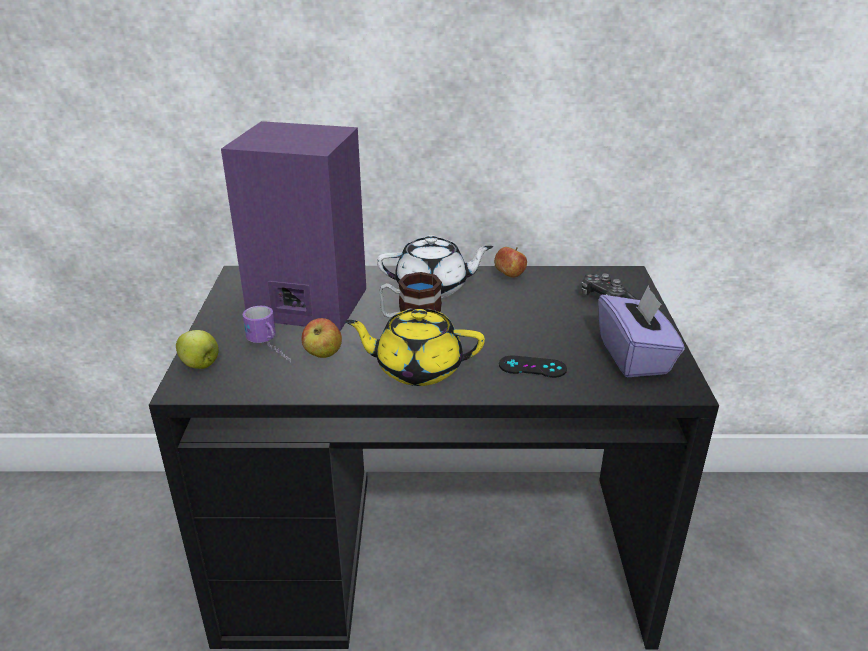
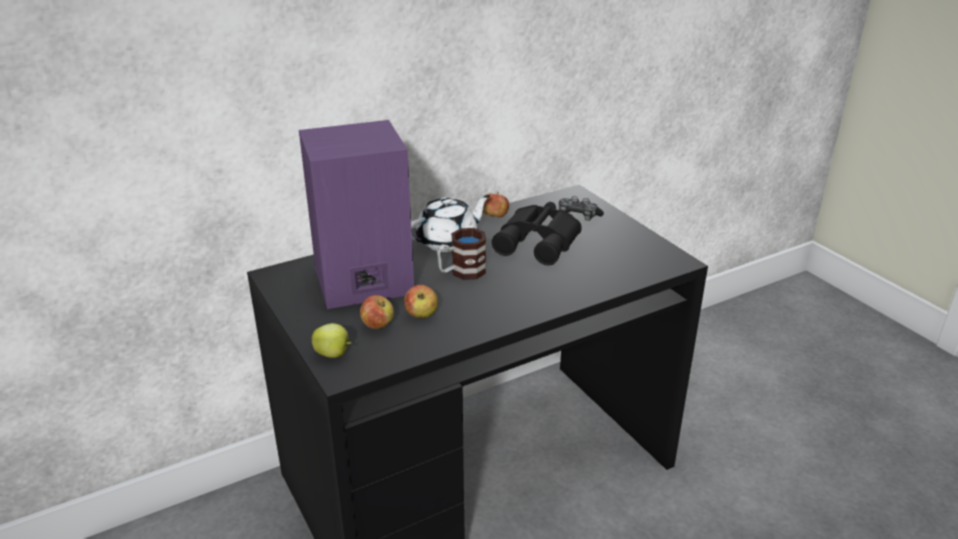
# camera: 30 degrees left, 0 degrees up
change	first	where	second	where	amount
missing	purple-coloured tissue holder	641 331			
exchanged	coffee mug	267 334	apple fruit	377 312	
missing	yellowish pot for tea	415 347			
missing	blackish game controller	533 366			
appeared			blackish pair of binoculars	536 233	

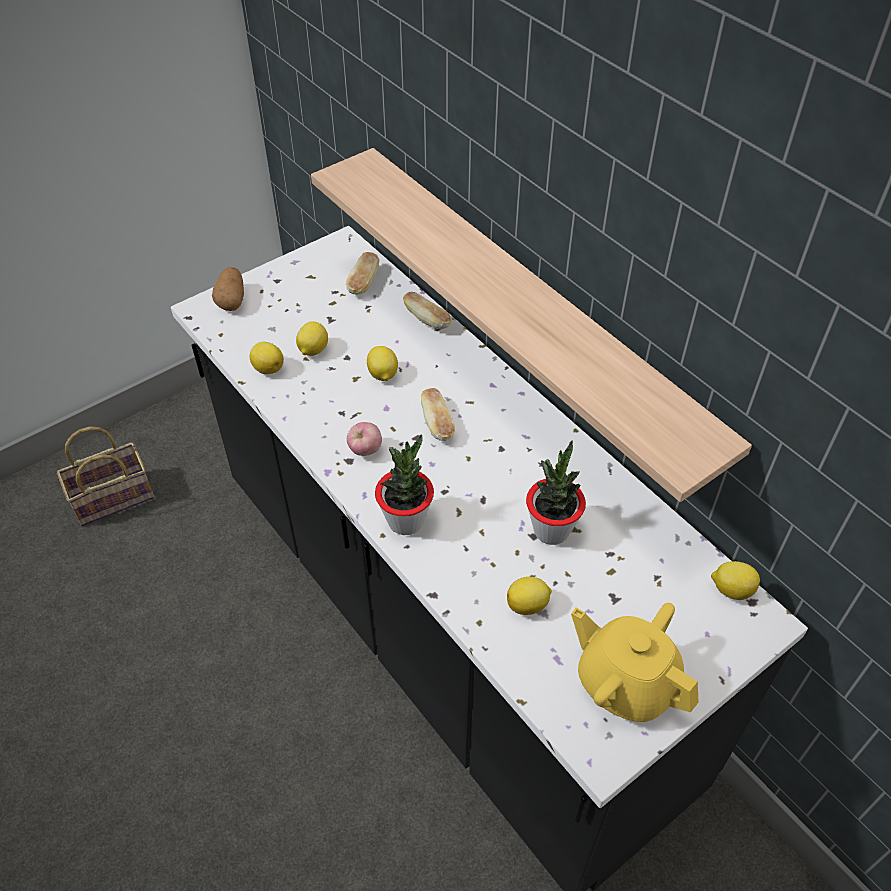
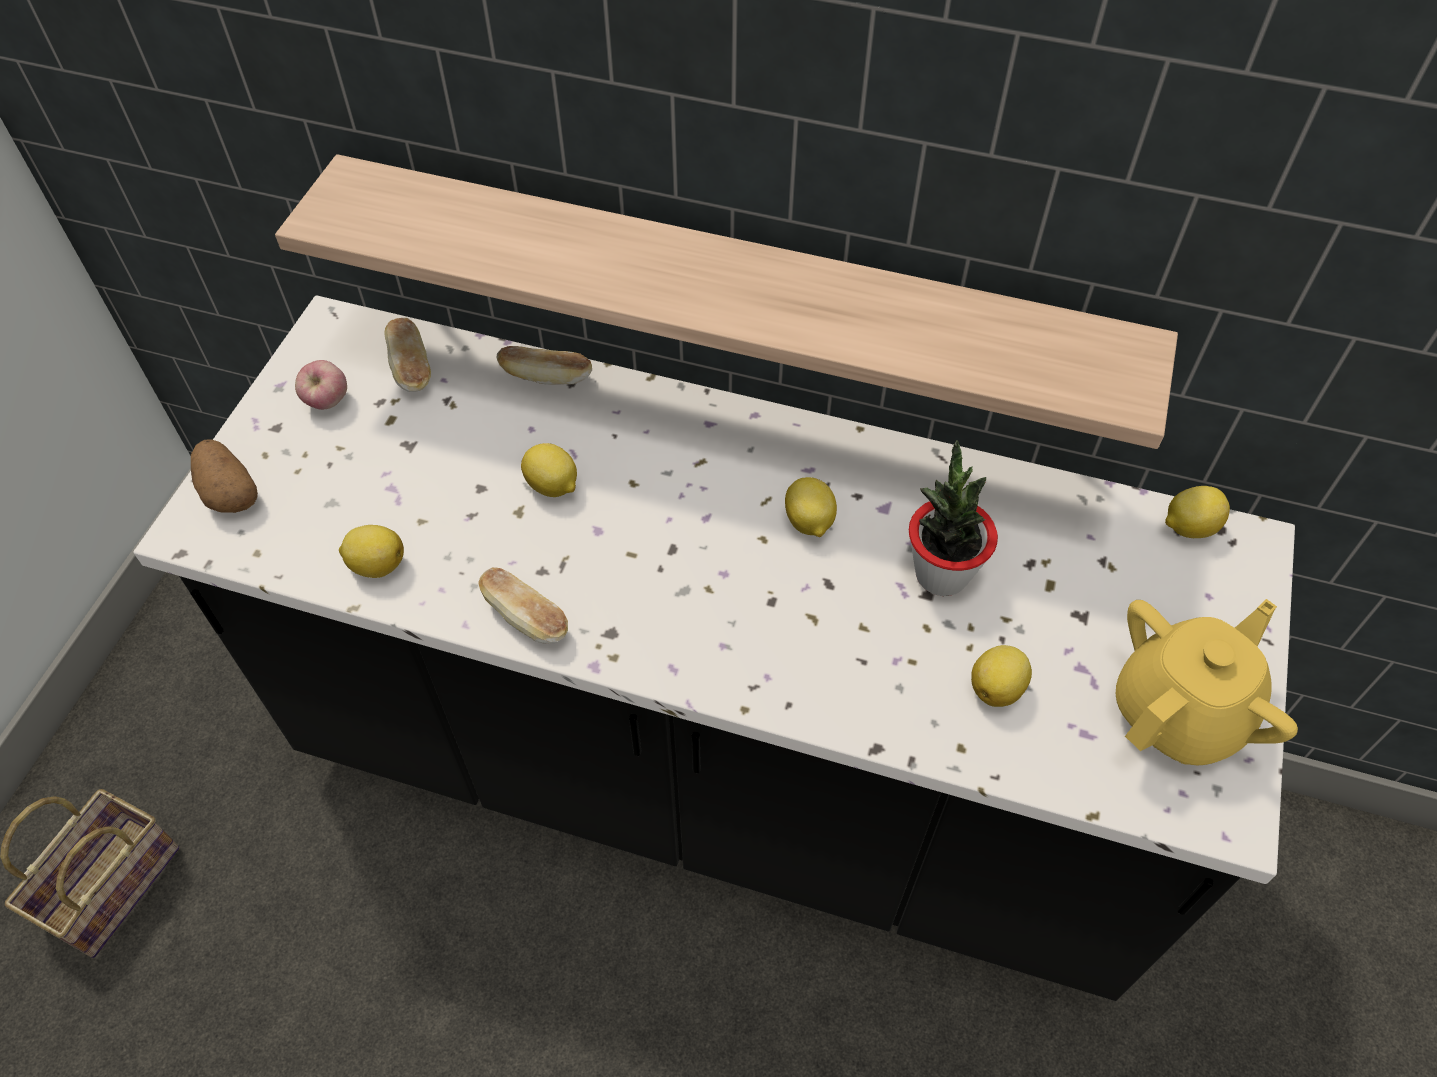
# camera: 35 degrees left, 5 degrees up
change	first	where	second	where	amount
relocated	citrus fruit	312 338		811 507	
relocated	bread	438 414		523 605	
relocated	apple fruit	364 439		321 385	
missing	potted plant	404 484			
spun	yellowish pot for tea	634 662		1207 682	135 degrees clockwise

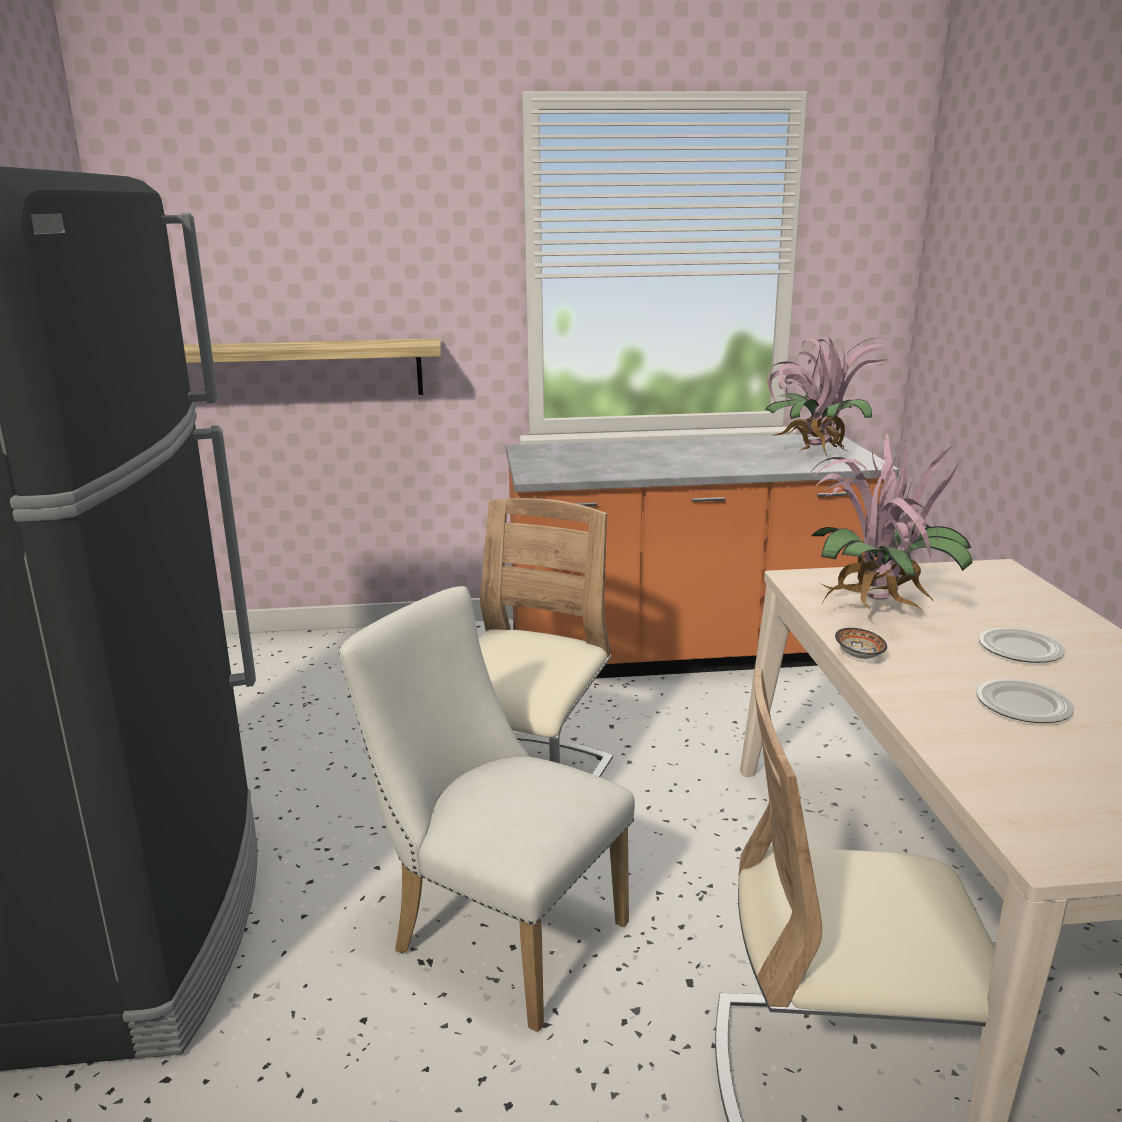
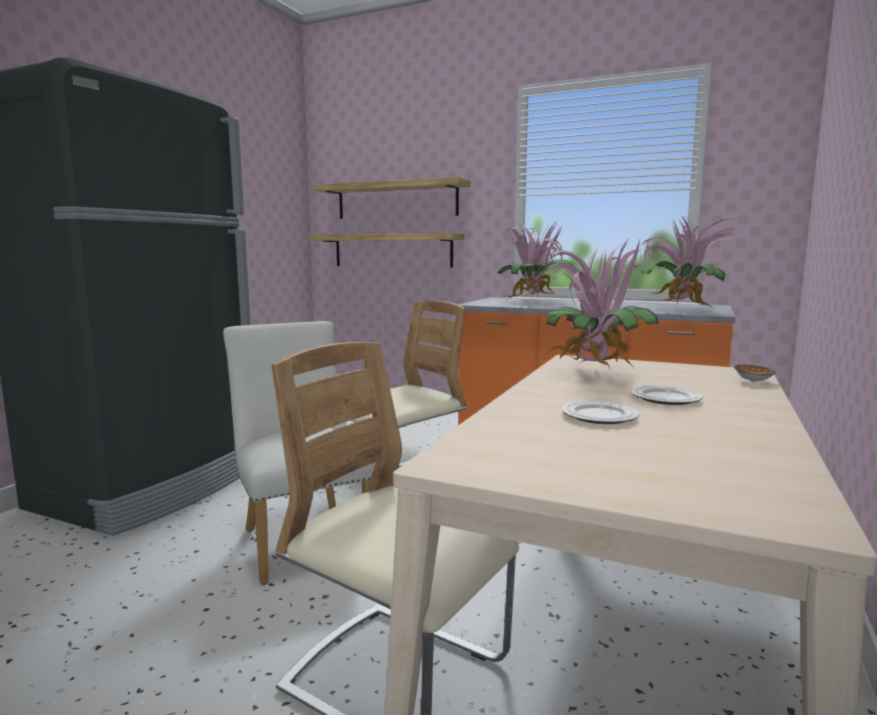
# camera: 30 degrees right, 10 degrees down
change	first	where	second	where	amount
relocated	bowl	861 643		755 373	
appeared			bracket shelf	392 198	
appeared			potted plant	535 261	

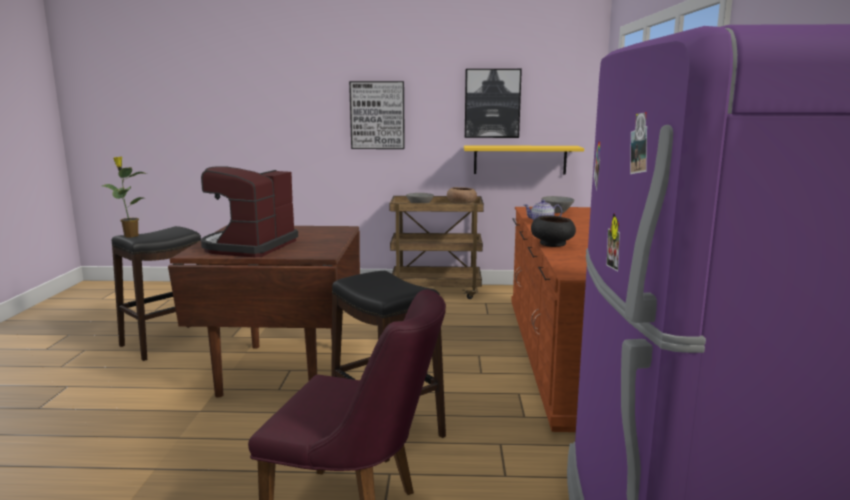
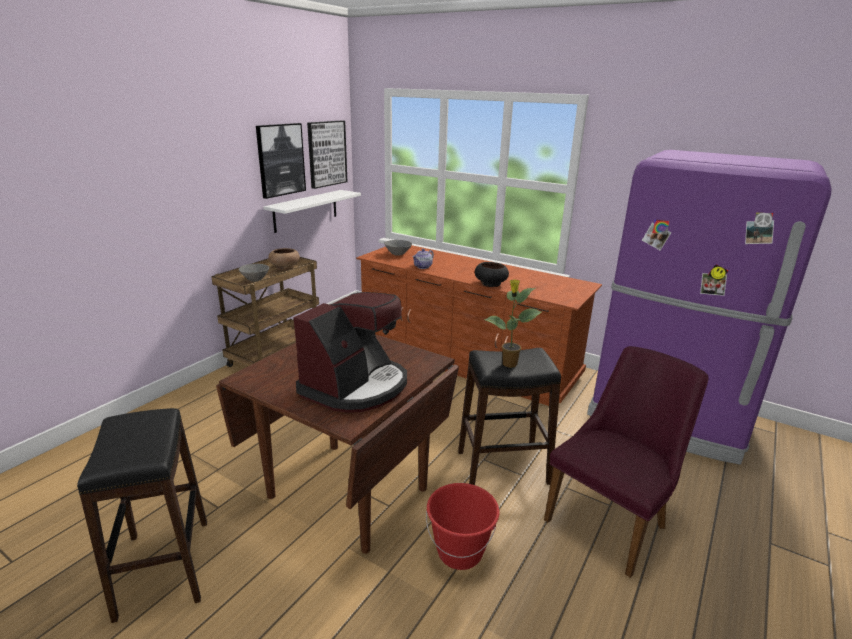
# camera: 60 degrees left, 10 degrees up
change	first	where	second	where	amount
relocated	picture	377 115		327 154	
colour	yellowish bracket shelf	524 159	whitish bracket shelf	312 211	
relocated	potted plant	124 197		513 323	
spun	coffee machine	249 211		350 352	105 degrees counterclockwise
appeared			red pail	462 526	

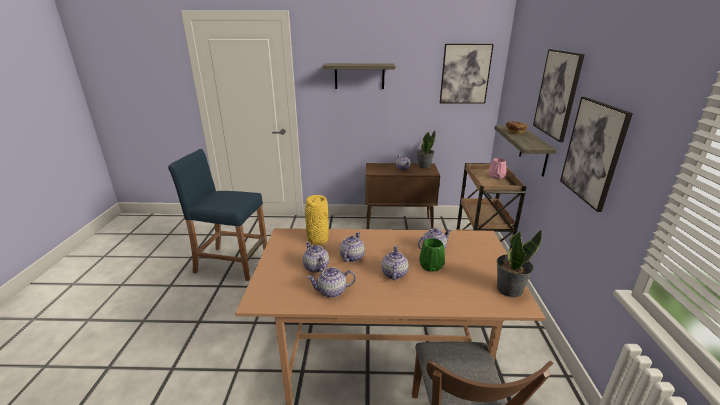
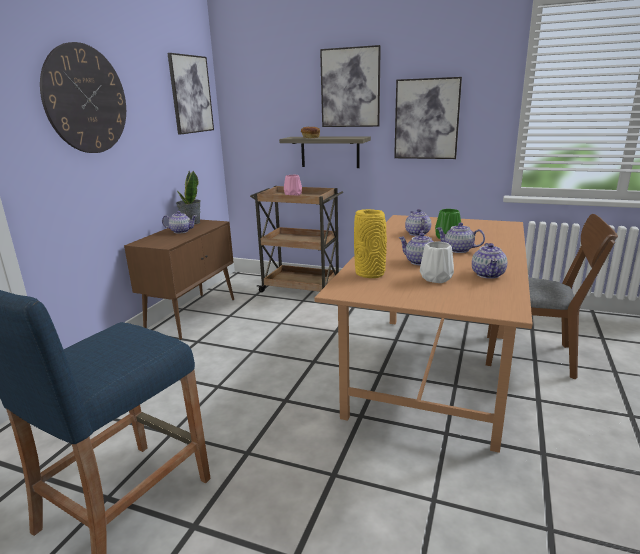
# camera: 70 degrees left, 5 degrees down
change	first	where	second	where	amount
exchanged	bracket shelf	359 76	clock on the wall	83 97	
missing	potted plant	519 263			
exchanged	pot for tea	316 257	whitish flower vase	437 262	

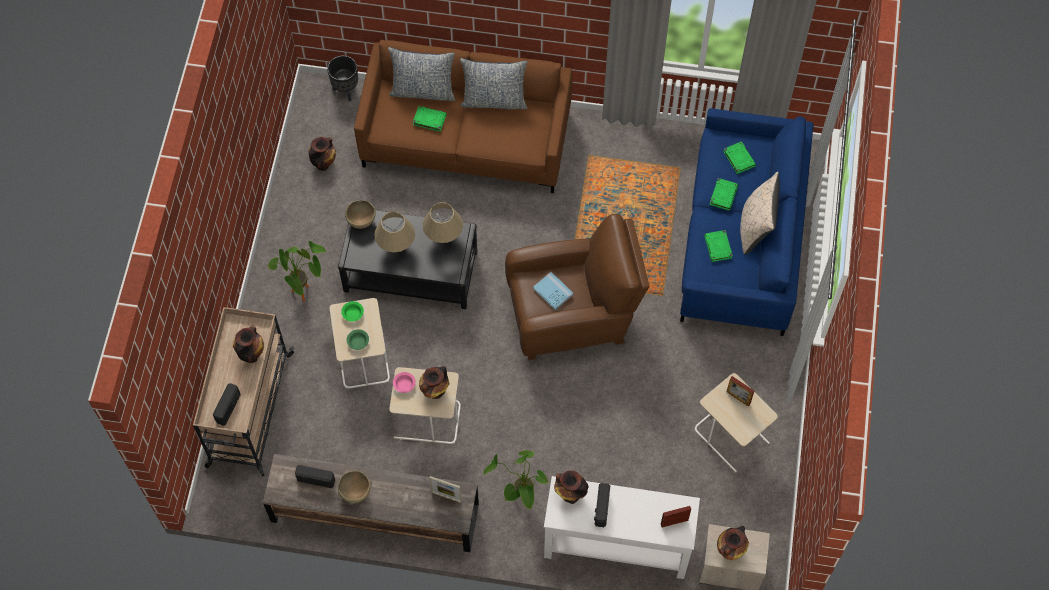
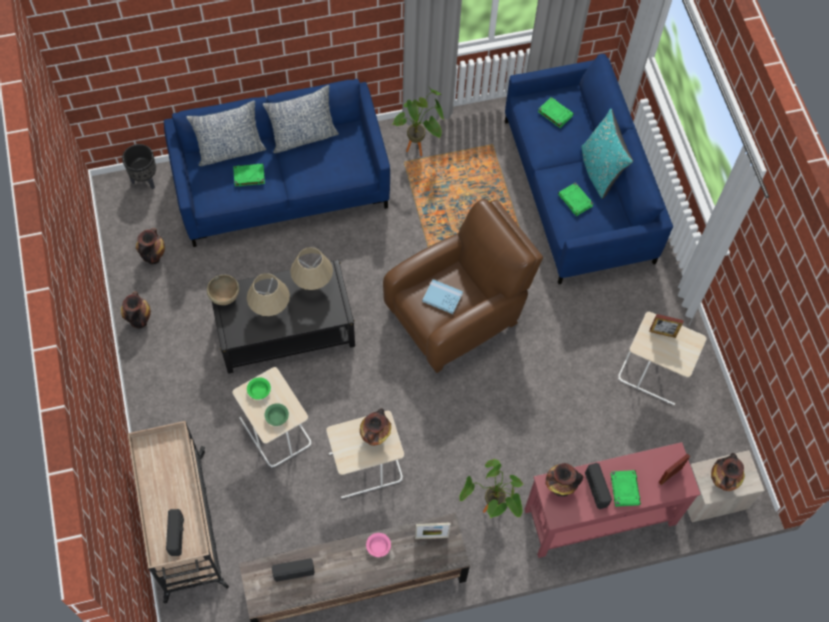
# camera: 25 degrees left, 0 degrees up
change	first	where	second	where	amount
colour	brownish sofa	463 116	bluish sofa	277 163	
colour	sand-coloured pillow	760 213	turquoise pillow	607 154	
relocated	green-coloured volume	723 194		626 488	
relocated	potted plant	297 271		418 121	
relocated	flower vase	248 344		136 310	
relocated	pink-coloured bowl	404 382		378 545	
missing	brownish bowl	354 487			
colour	whitish hall table	622 527	red hall table	612 500	

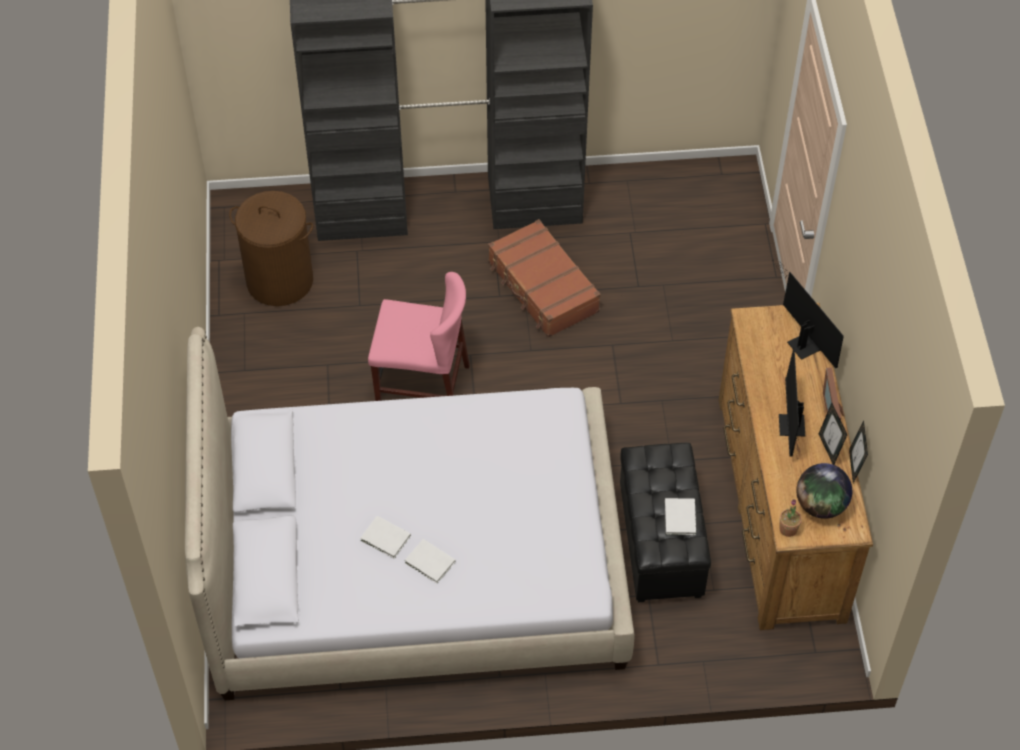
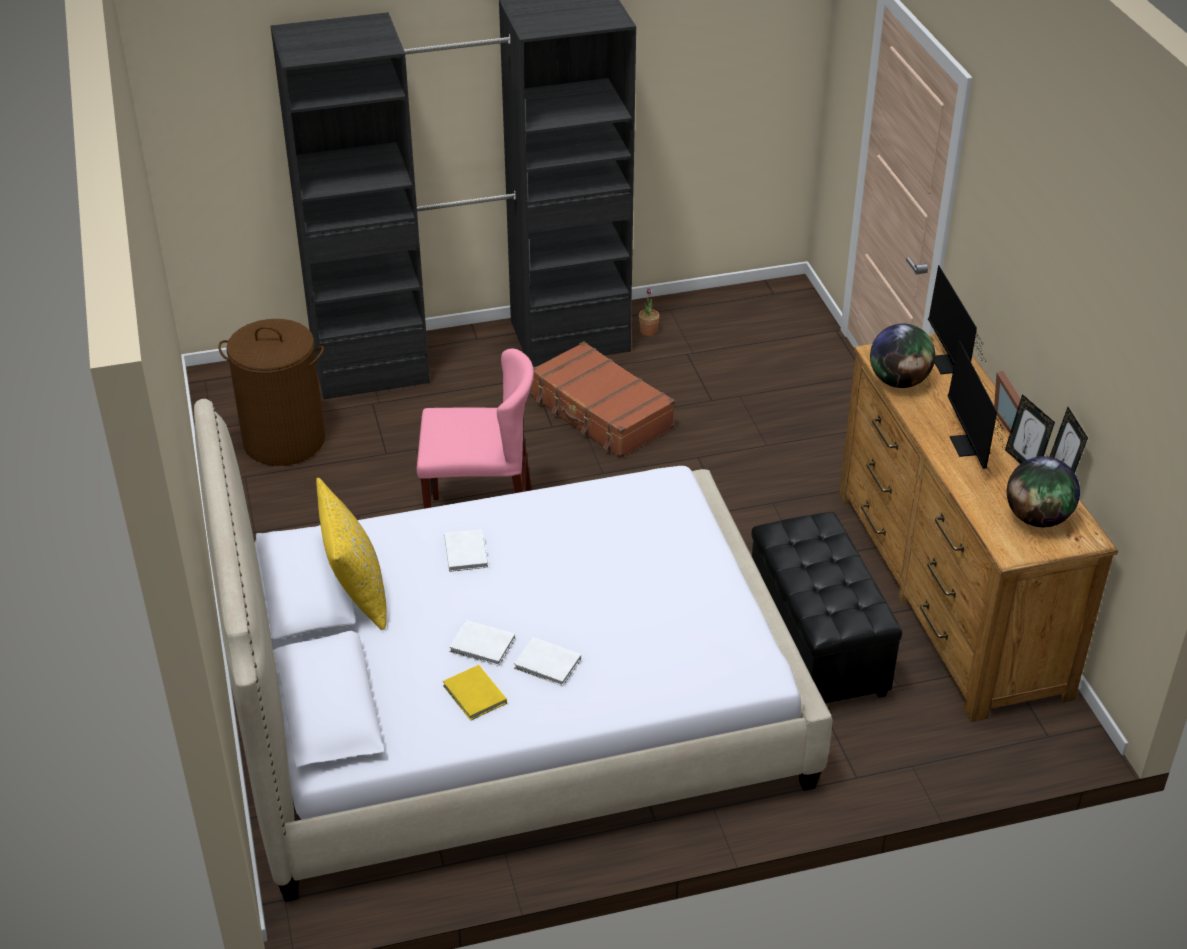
# camera: 10 degrees left, 15 degrees down
change	first	where	second	where	amount
spun	computer display	808 313		957 319	150 degrees counterclockwise
relocated	whitish volume	680 516		466 550	
relocated	potted plant	790 518		649 312	
appeared			desk globe	902 356	
appeared			yellowish pillow	351 554	
appeared			yellowish volume	475 693	

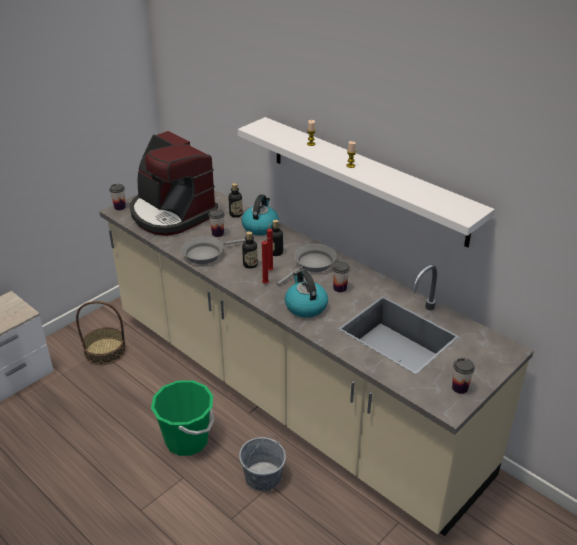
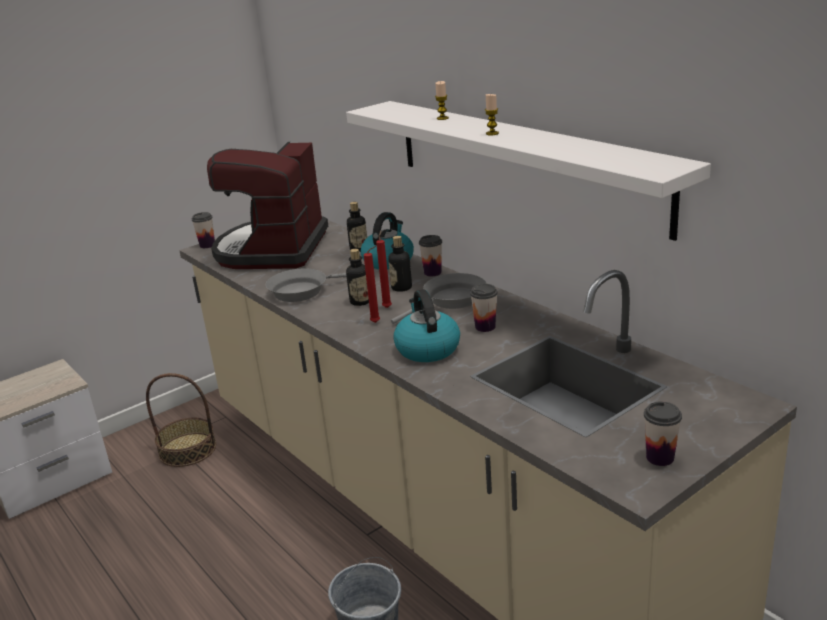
# camera: 10 degrees right, 10 degrees down
change	first	where	second	where	amount
spun	coffee machine	174 183		267 205	45 degrees clockwise
relocated	small cup	217 223		430 255	
missing	green-coloured pail	182 418			

